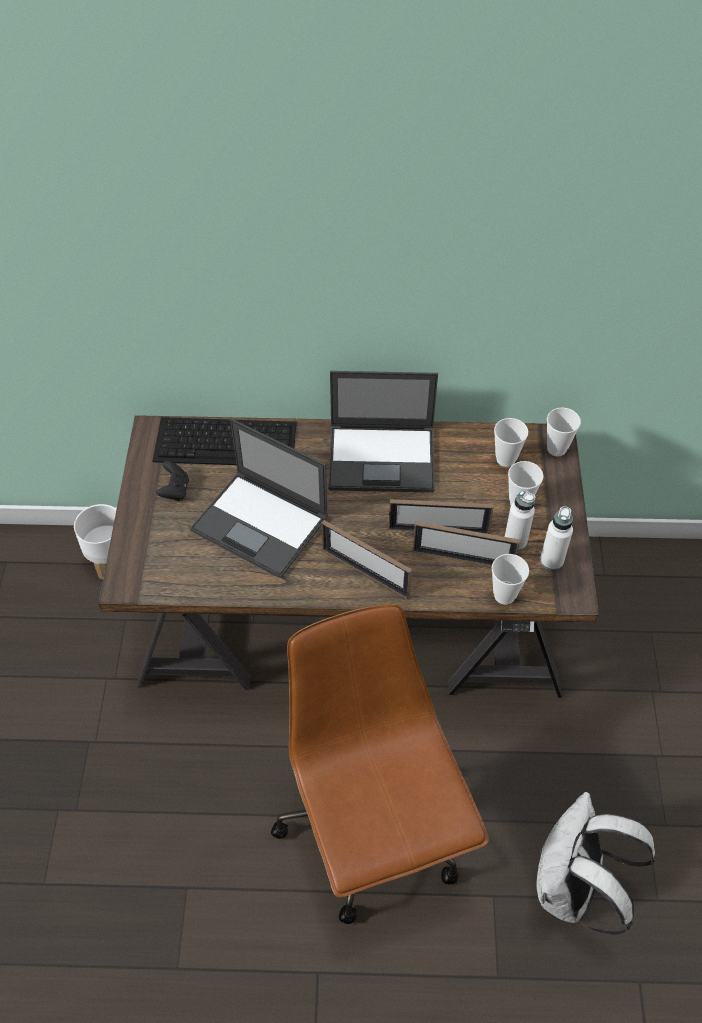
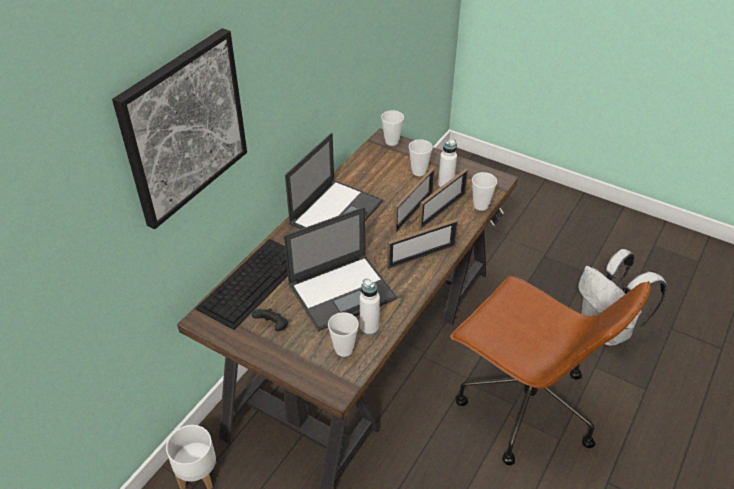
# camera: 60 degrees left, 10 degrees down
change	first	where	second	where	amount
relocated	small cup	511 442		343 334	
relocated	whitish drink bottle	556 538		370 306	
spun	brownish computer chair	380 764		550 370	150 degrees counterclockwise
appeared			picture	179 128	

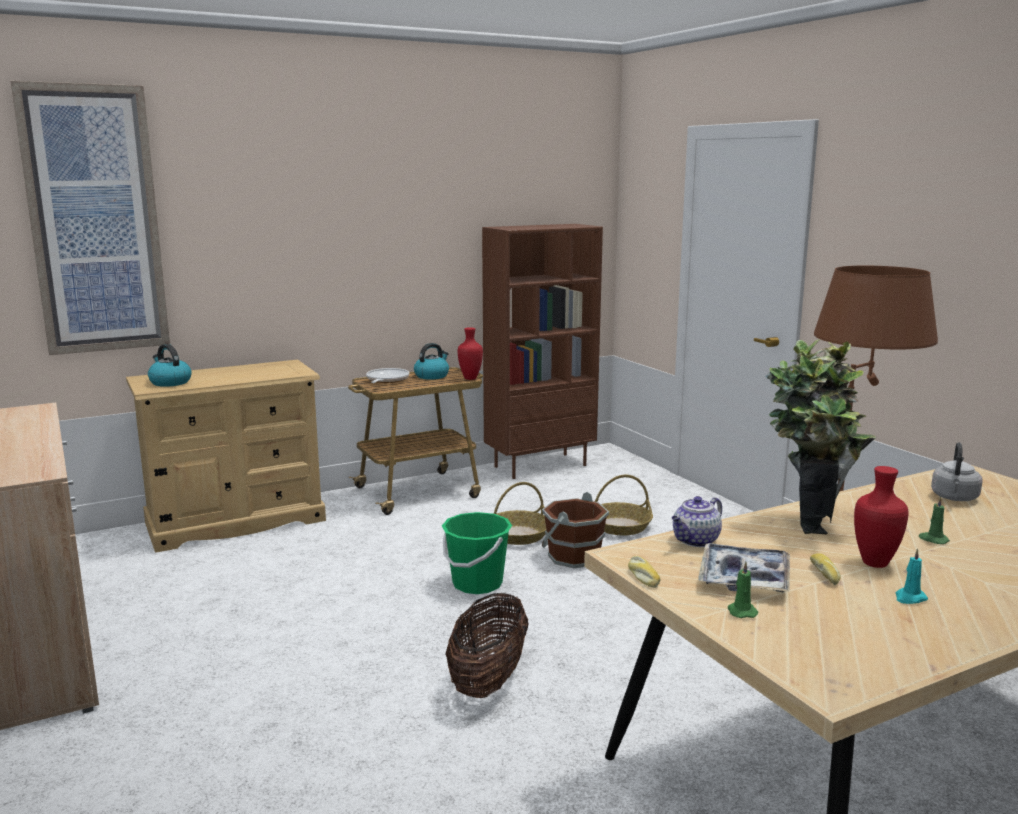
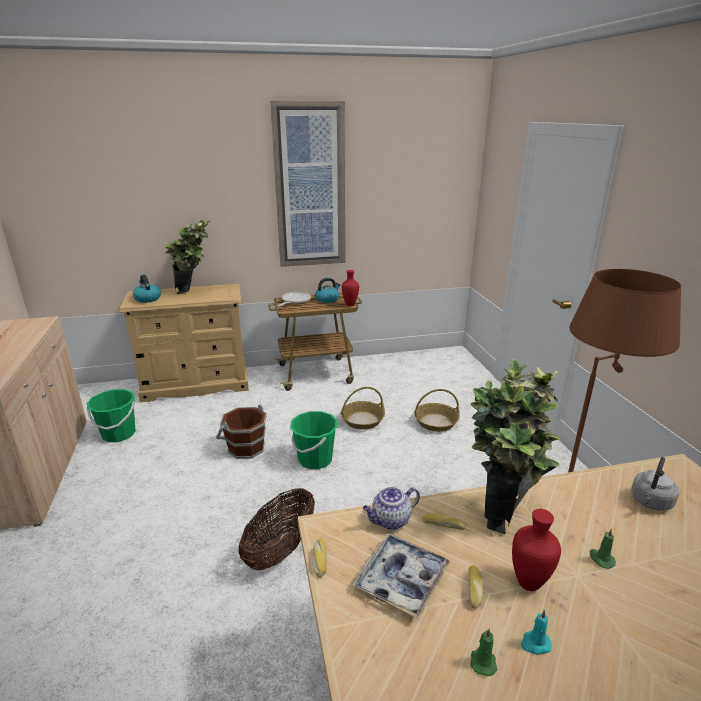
# camera: 15 degrees right, 10 degrees up
change	first	where	second	where	amount
relocated	picture	90 218		307 184	
missing	brownish shelving unit	542 351			
relocated	brownish pail	575 530		241 431	
relocated	green-coloured wax candle	743 590		483 652	
appeared			potted plant	187 257	
appeared			green-coloured pail	111 415	
appeared			bread	443 521	

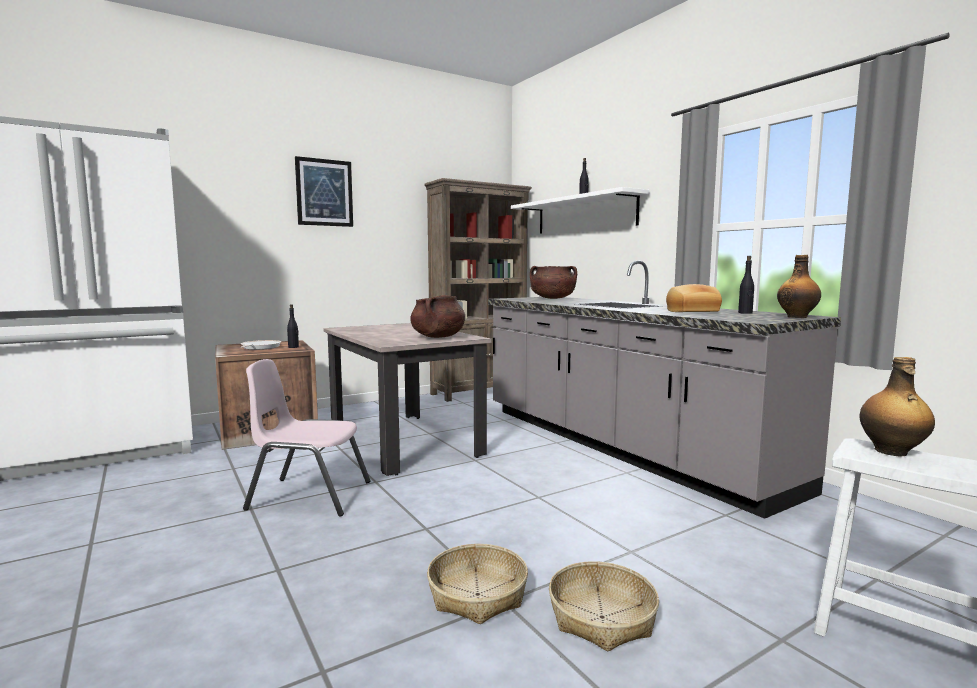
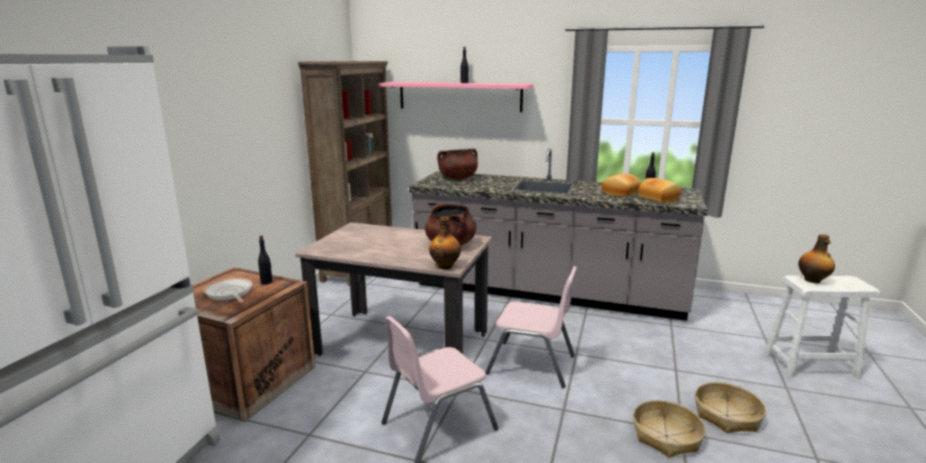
# camera: 40 degrees left, 10 degrees up
change	first	where	second	where	amount
missing	picture	324 191			
colour	whitish bracket shelf	580 210	pink-coloured bracket shelf	456 97	
relocated	drink bottle	799 286		445 242	
appeared			bread	659 190	
appeared			pink-coloured chair	531 327	

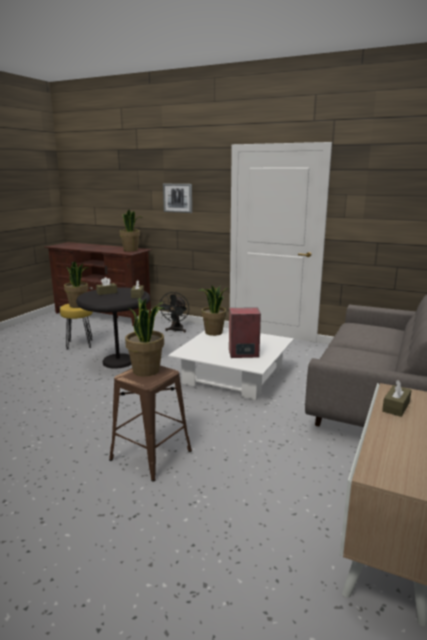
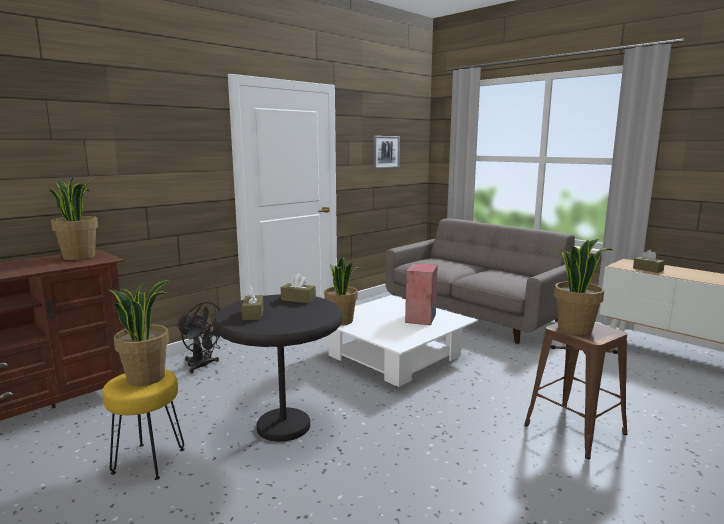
# camera: 70 degrees left, 5 degrees down
change	first	where	second	where	amount
relocated	picture	177 198		386 152	

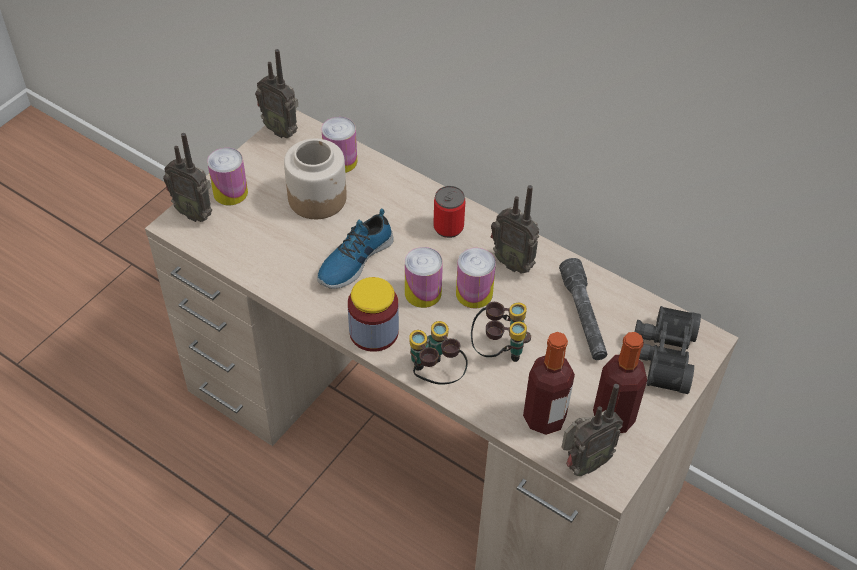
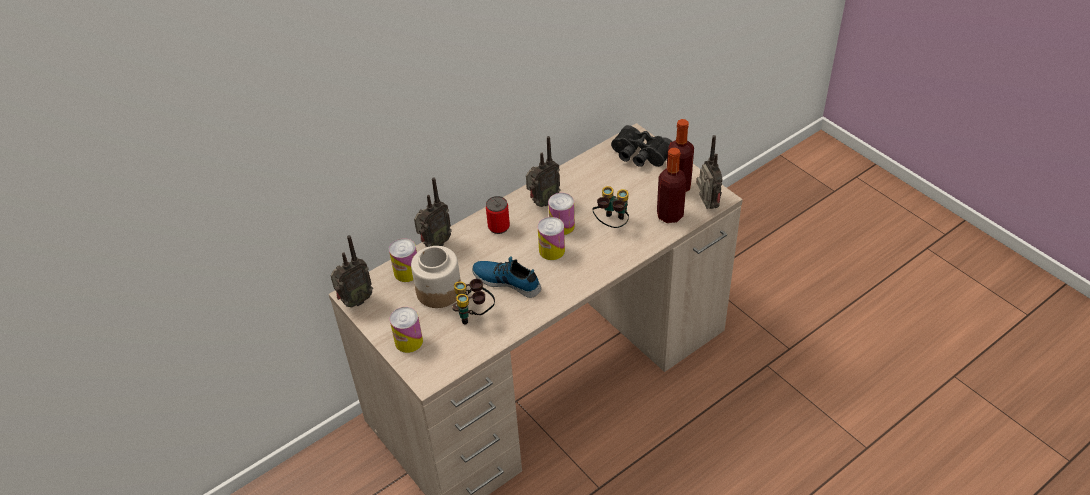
# camera: 70 degrees left, 5 degrees down
change	first	where	second	where	amount
relocated	radio set	187 177		433 212	
spun	item of footwear	355 248		506 277	150 degrees clockwise
missing	grey torch	583 309			
missing	preserve jar	373 314			
relocated	pair of binoculars	438 353		473 302	

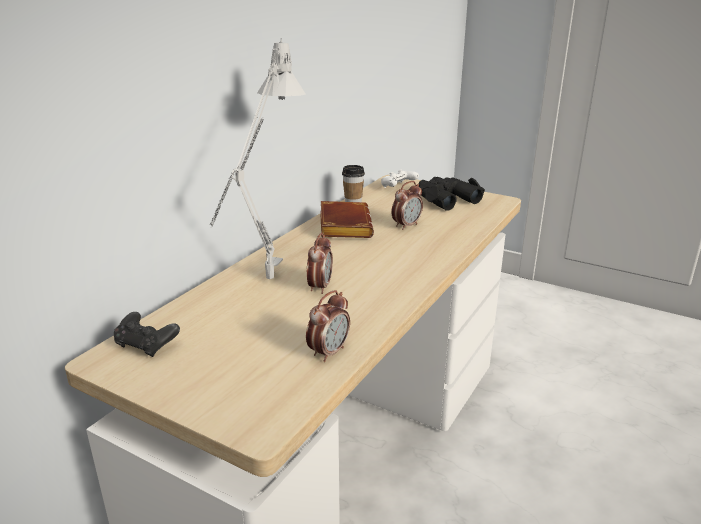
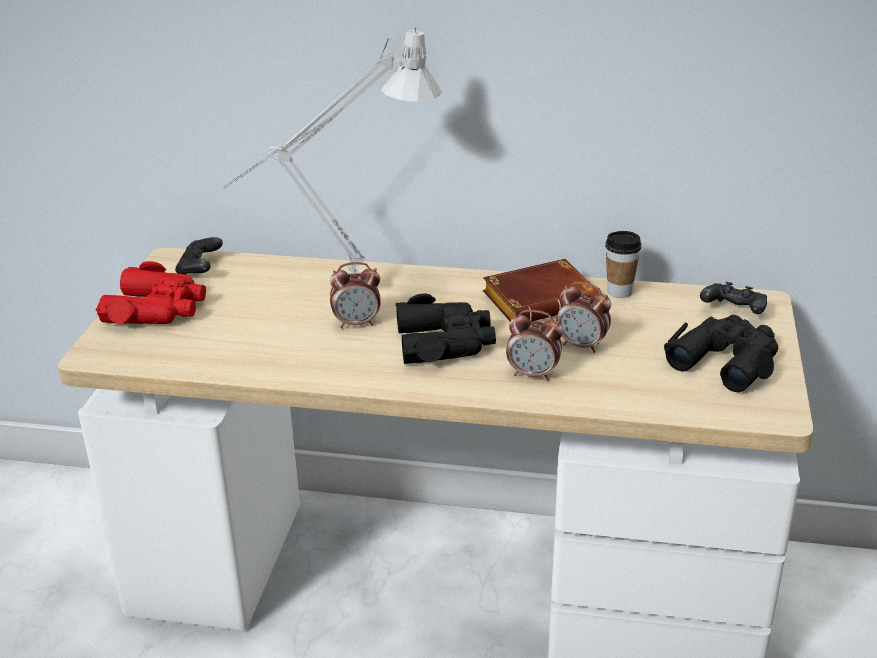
# camera: 70 degrees right, 5 degrees up
change	first	where	second	where	amount
colour	whitish game controller	400 178	blackish game controller	733 298	
relocated	table clock	328 326		534 345	
appeared			red pair of binoculars	151 292	
appeared			blackish pair of binoculars	445 329	

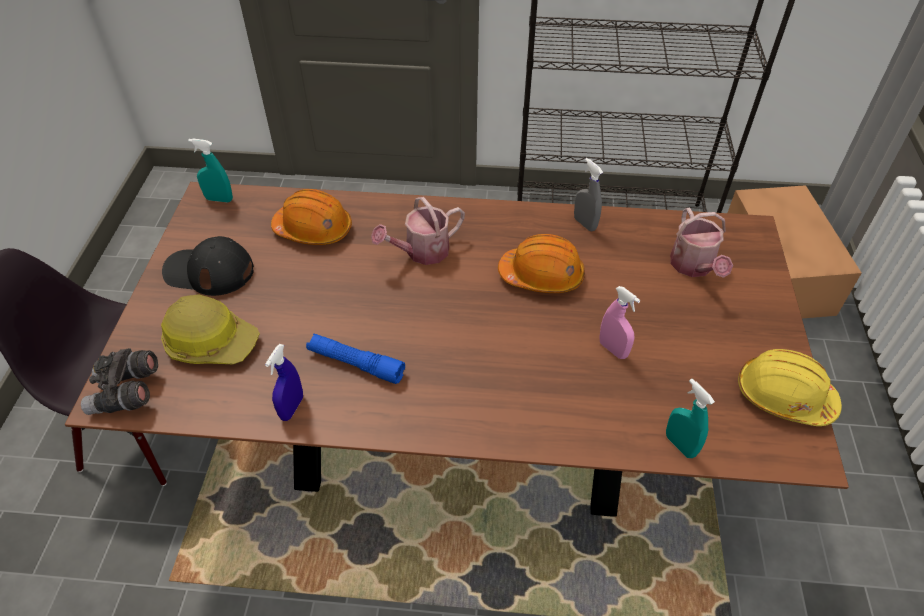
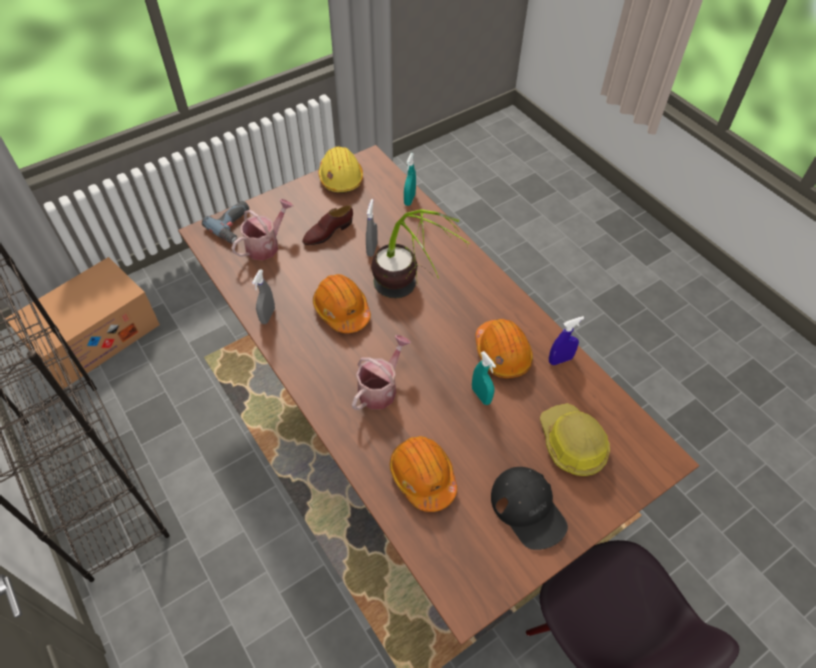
# camera: 130 degrees left, 5 degrees up
change	first	where	second	where	amount
relocated	turquoise hand sprayer	210 170		484 378	
spun	watering can	418 231		381 372	75 degrees counterclockwise
colour	pink-coloured hand sprayer	619 322	grey hand sprayer	372 228	
exchanged	bluish torch	355 358	orange work helmet	504 348	
missing	grey pair of binoculars	119 381			
appeared			power drill	225 222	
appeared			brownish item of footwear	327 225	
appeared			potted plant	420 253	

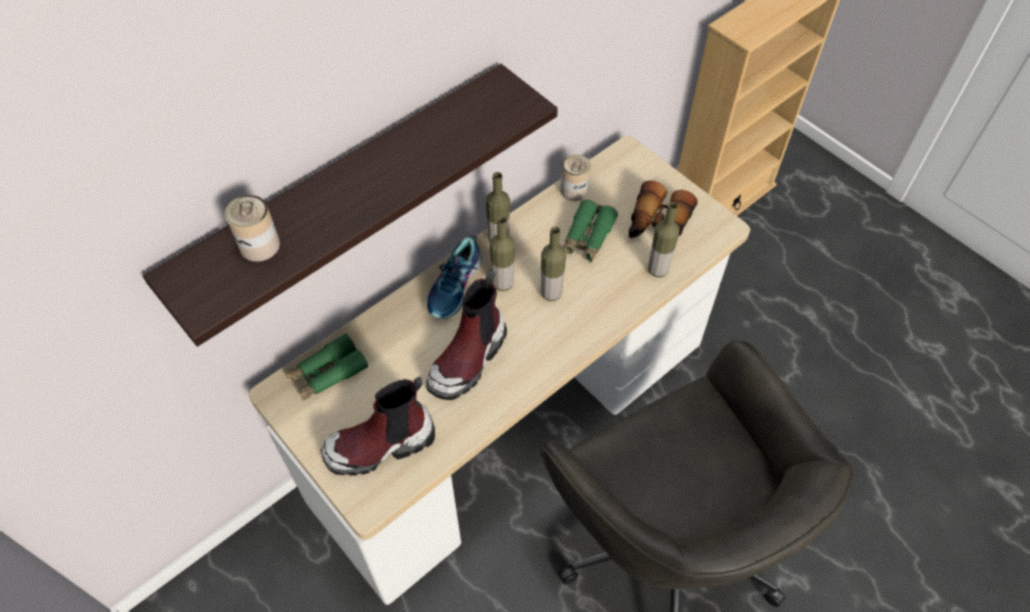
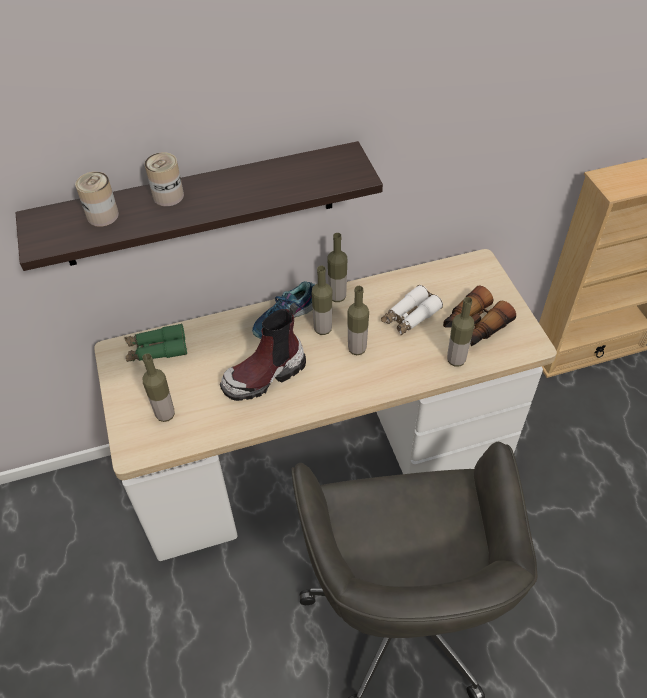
# camera: 25 degrees right, 5 degrees down
change	first	where	second	where	amount
relocated	can	575 177		164 179	
colour	green-coloured pair of binoculars	590 231	whitish pair of binoculars	412 310	
exchanged	tall boot	378 426	drink bottle	158 387	

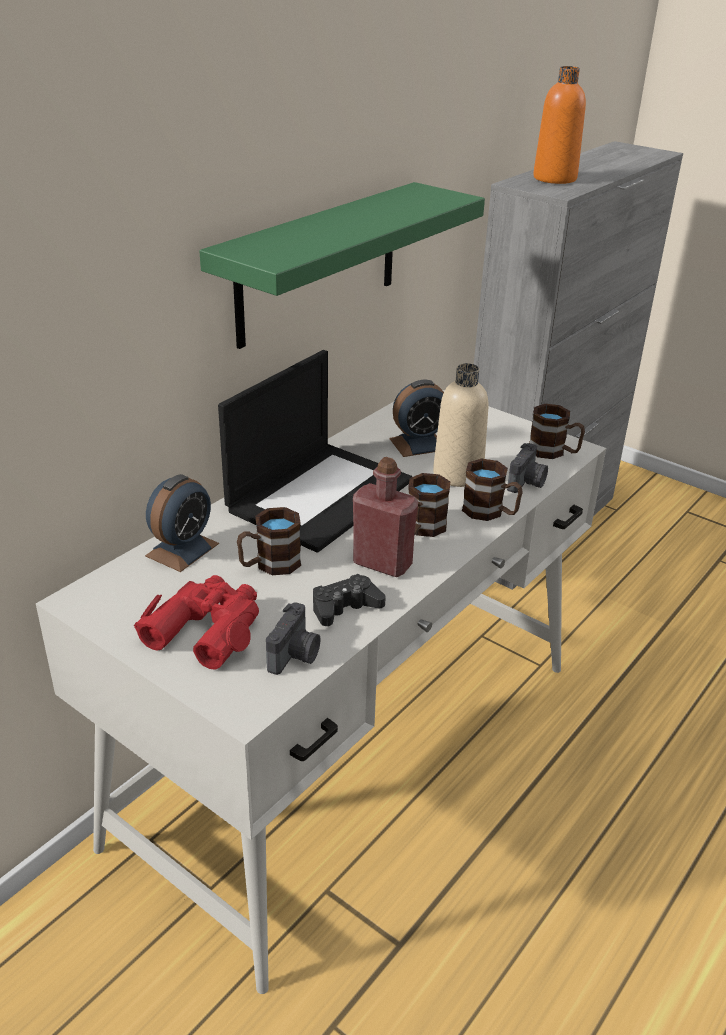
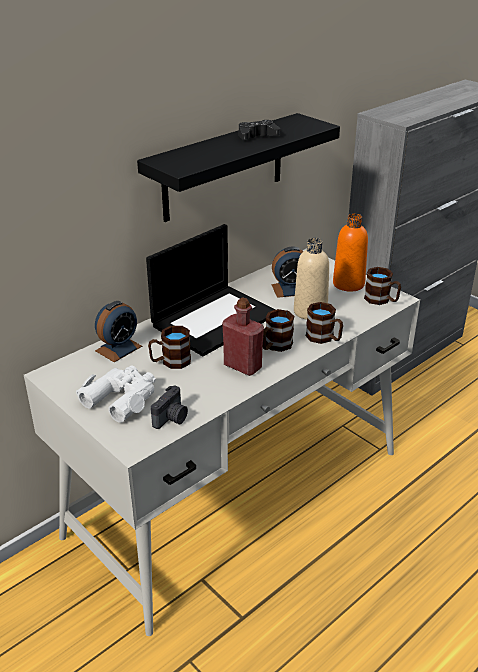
# camera: 10 degrees right, 0 degrees up
change	first	where	second	where	amount
relocated	orange drink bottle	559 125		350 252	
colour	green-coloured bracket shelf	342 265	blackish bracket shelf	238 167	
missing	still camera	527 468			
relocated	blackish game controller	349 600		259 130	
colour	red pair of binoculars	196 622	whitish pair of binoculars	116 394	

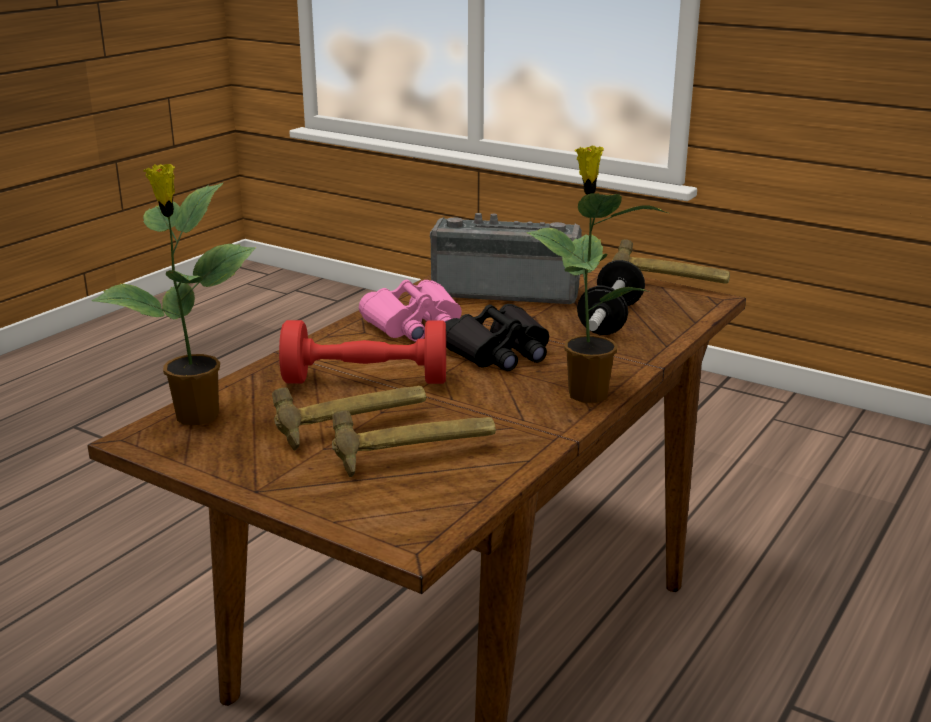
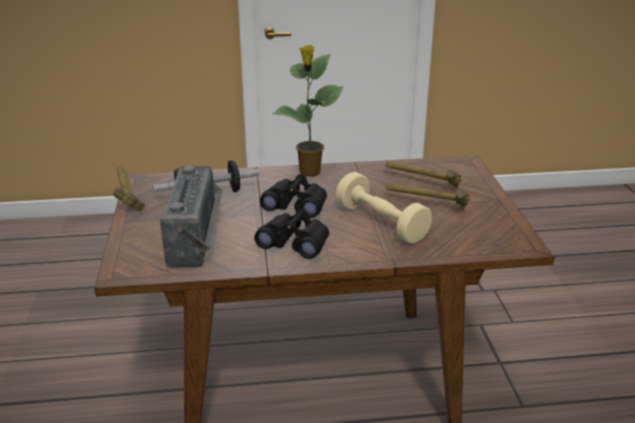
# camera: 130 degrees left, 5 degrees up
change	first	where	second	where	amount
missing	potted plant	173 294			
spun	radio set	506 258		191 216	150 degrees counterclockwise
colour	pink-coloured pair of binoculars	410 311	blackish pair of binoculars	291 234	
colour	red hand weight	362 352	sand-coloured hand weight	384 208	

